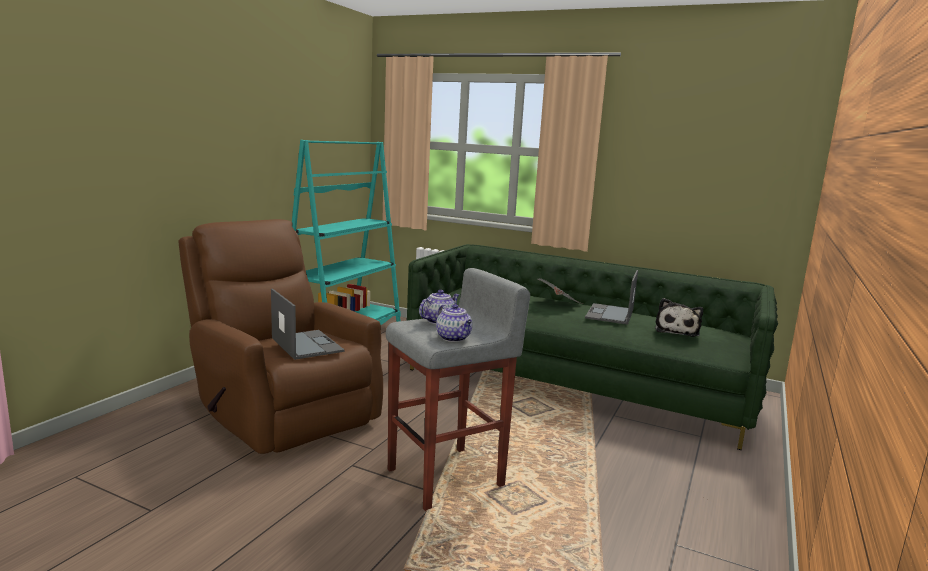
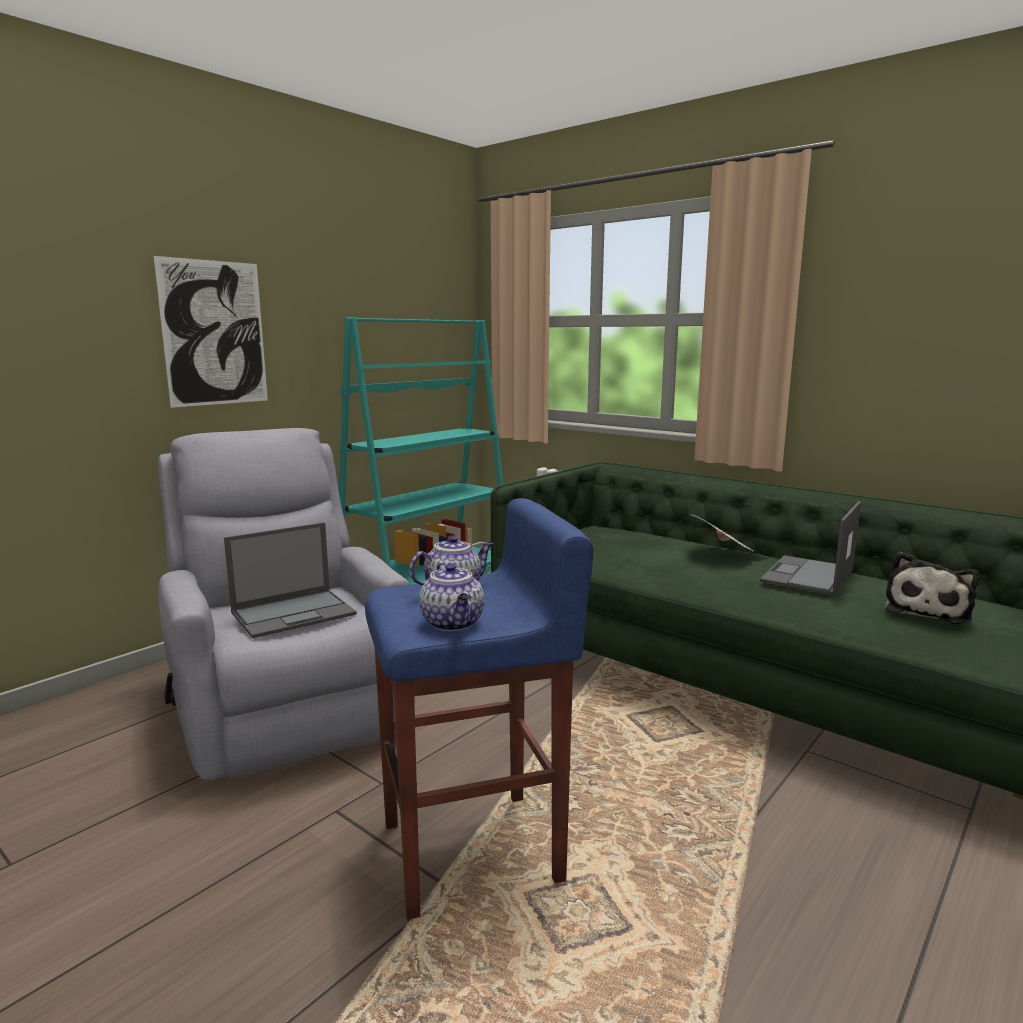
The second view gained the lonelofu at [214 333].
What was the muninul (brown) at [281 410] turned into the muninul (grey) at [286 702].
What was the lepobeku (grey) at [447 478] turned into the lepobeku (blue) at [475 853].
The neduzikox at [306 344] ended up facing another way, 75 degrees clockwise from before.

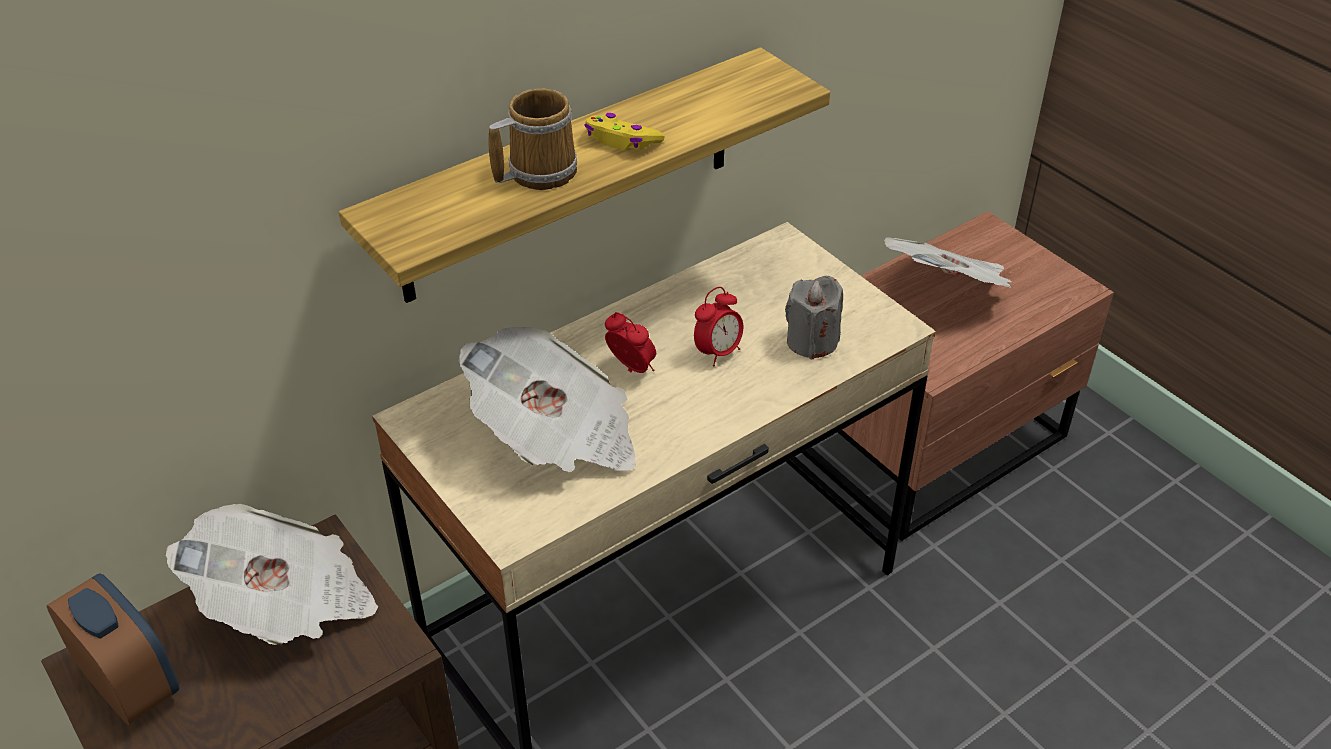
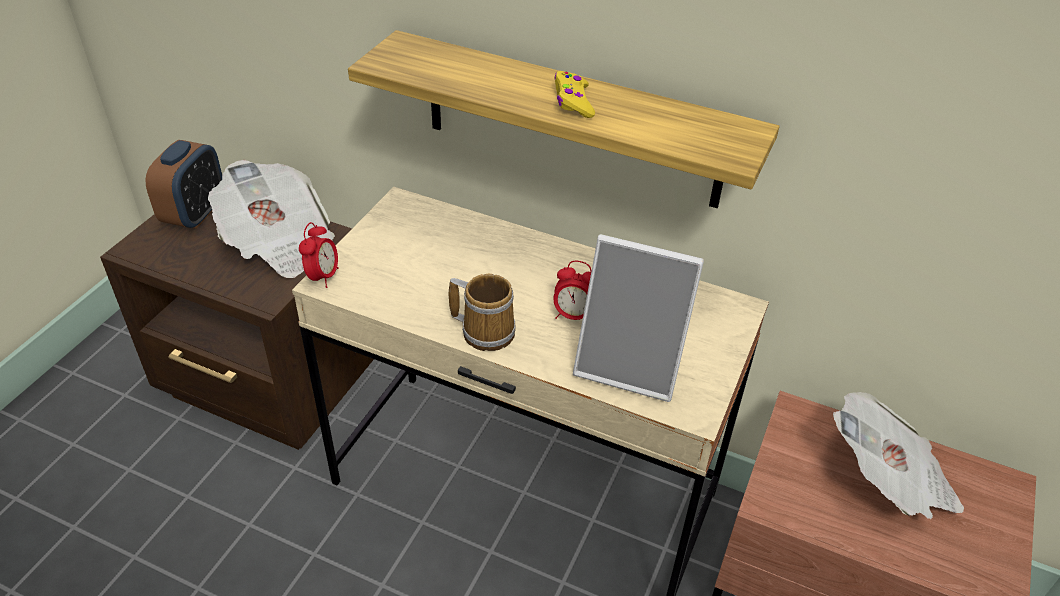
The second view lost the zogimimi at [556 437].
The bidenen ended up elsewhere, having gone from [537 171] to [486 330].
The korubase ended up elsewhere, having gone from [631 369] to [323 277].
Where the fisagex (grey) stood at [812 341], the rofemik came to stand at [631 364].

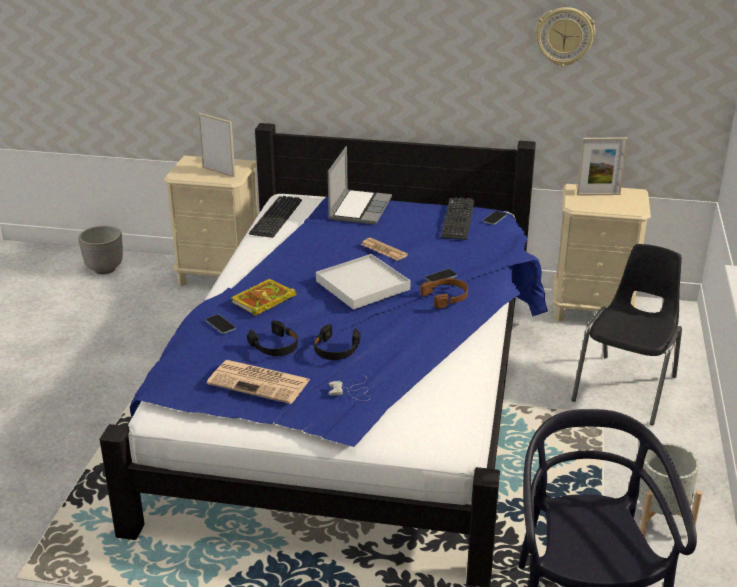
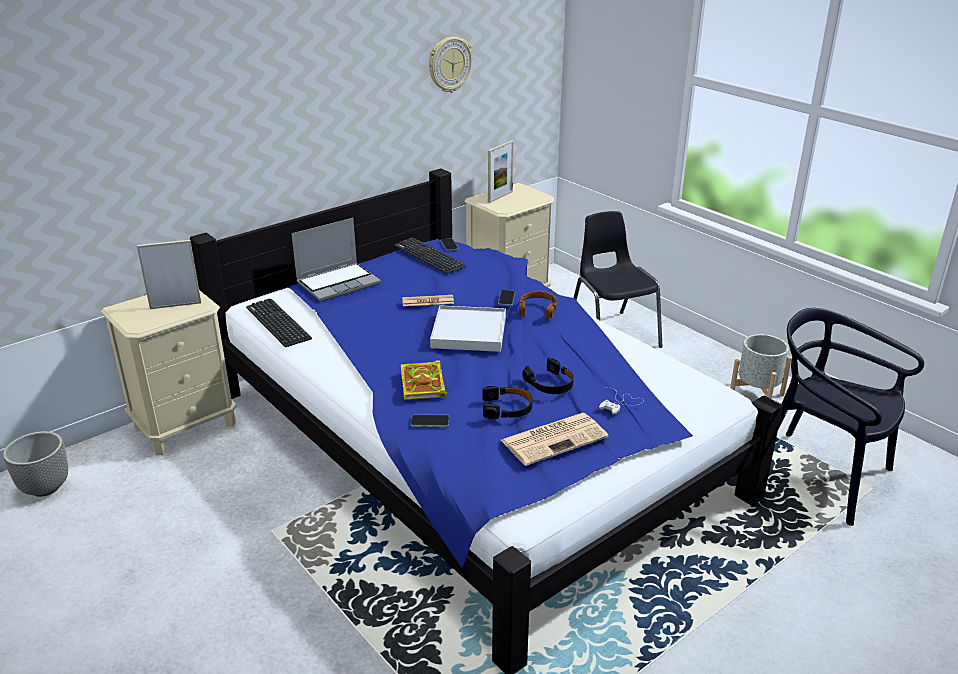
The neduzikox at [359 208] ended up facing another way, 90 degrees clockwise from before.

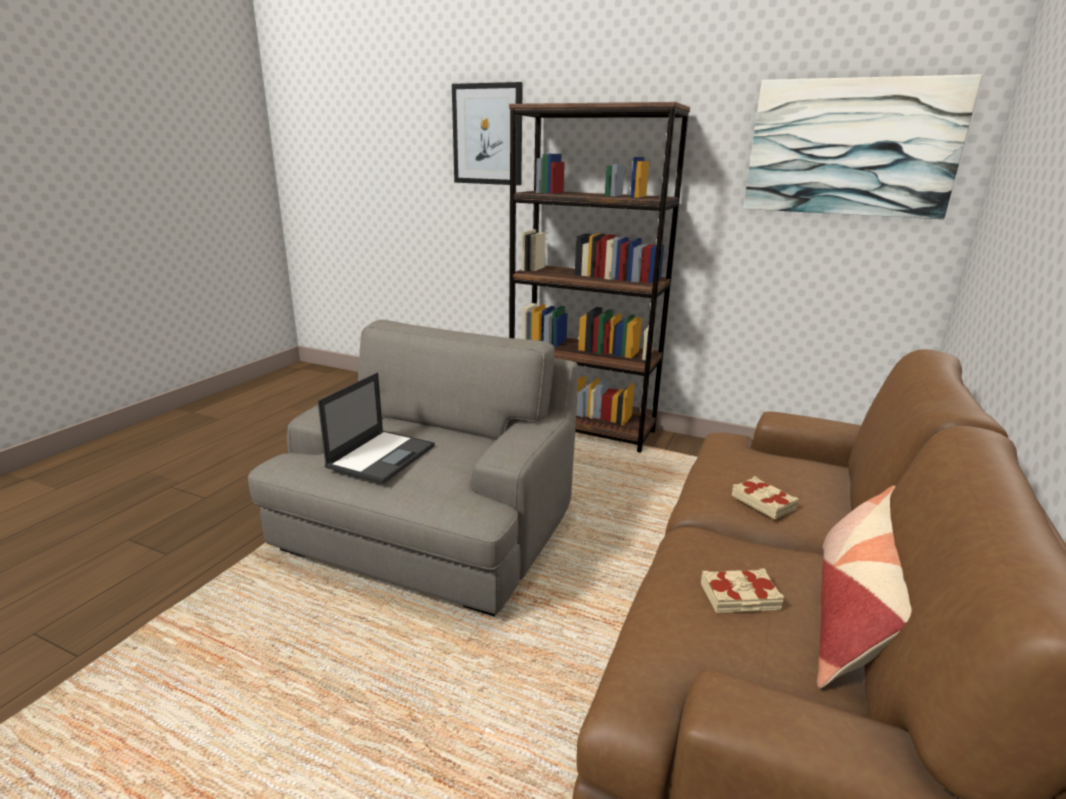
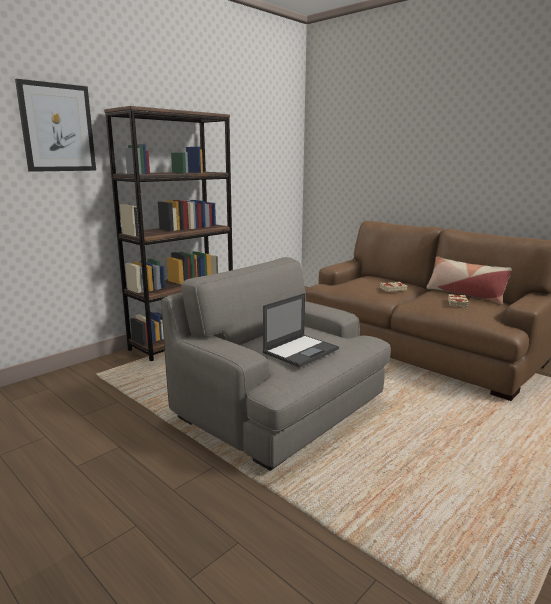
The second view lost the lonelofu at [850 148].
The neduzikox at [382 455] ended up facing another way, 90 degrees clockwise from before.

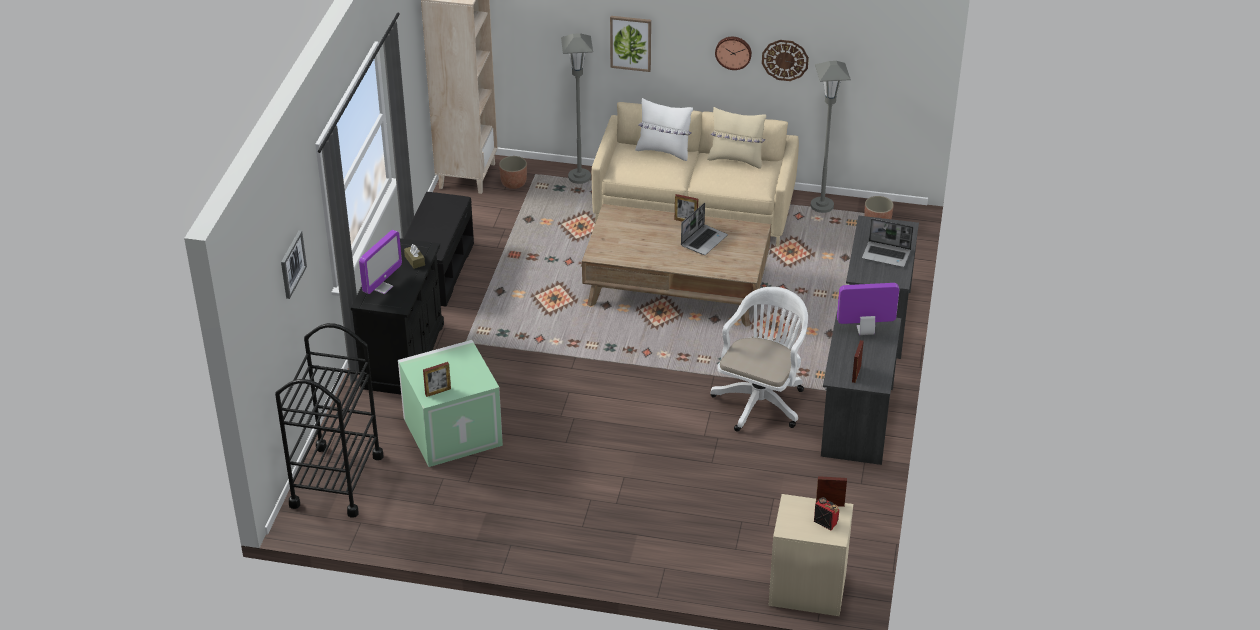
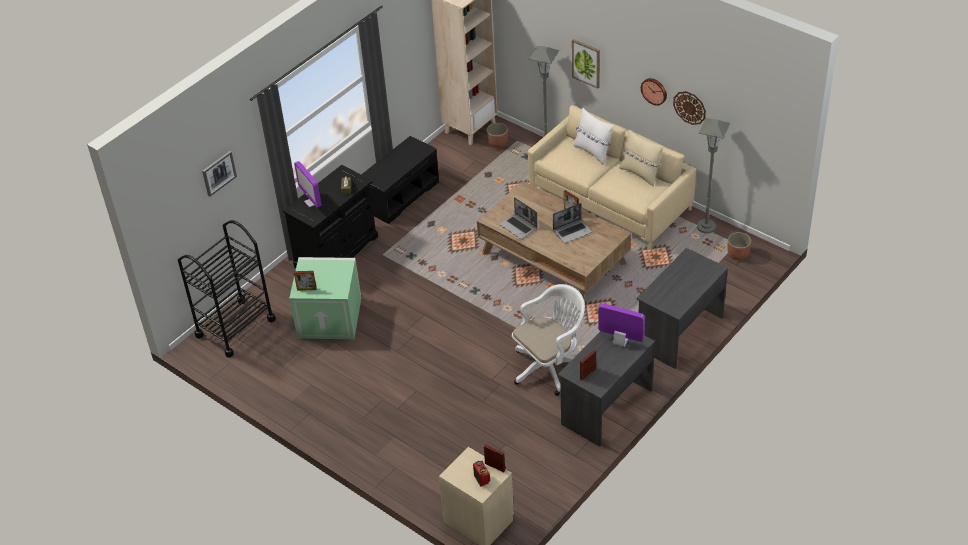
The neduzikox ended up elsewhere, having gone from [887 255] to [519 227].
The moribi at [382 287] ended up facing another way, 90 degrees clockwise from before.

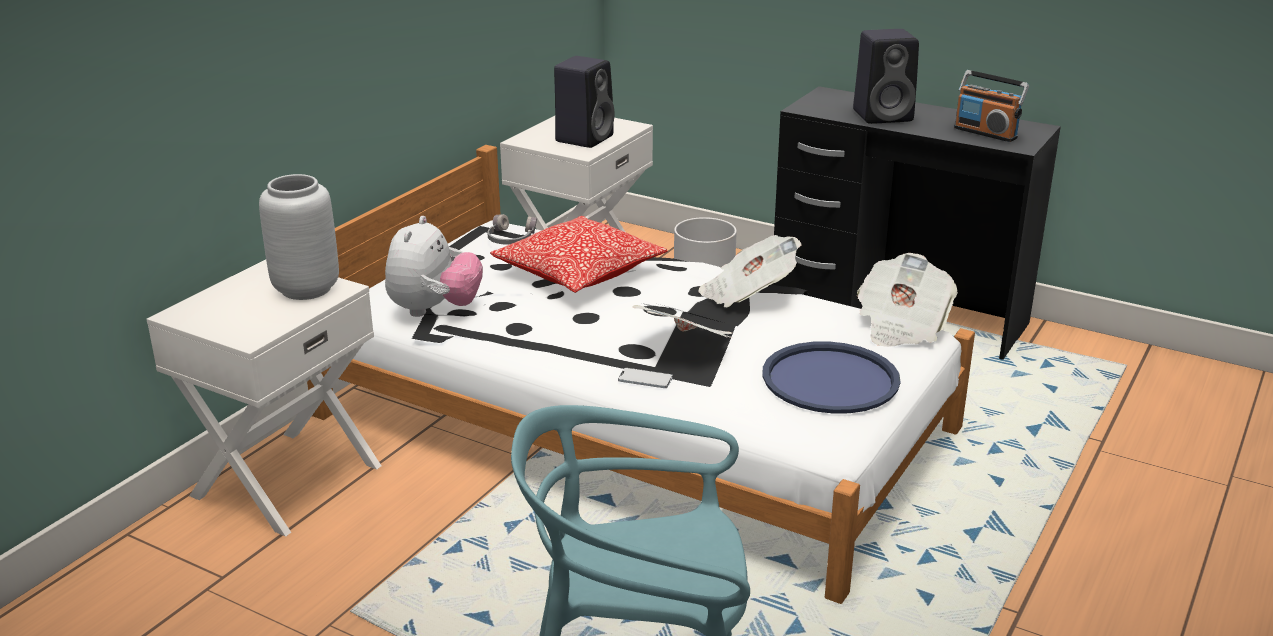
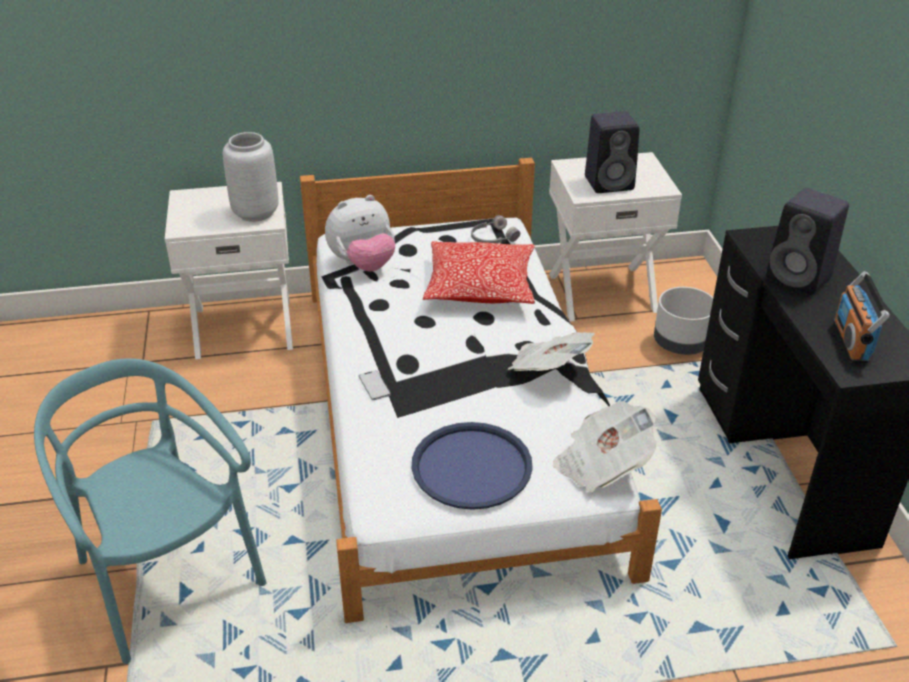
The second view lost the zogimimi at [687 346].

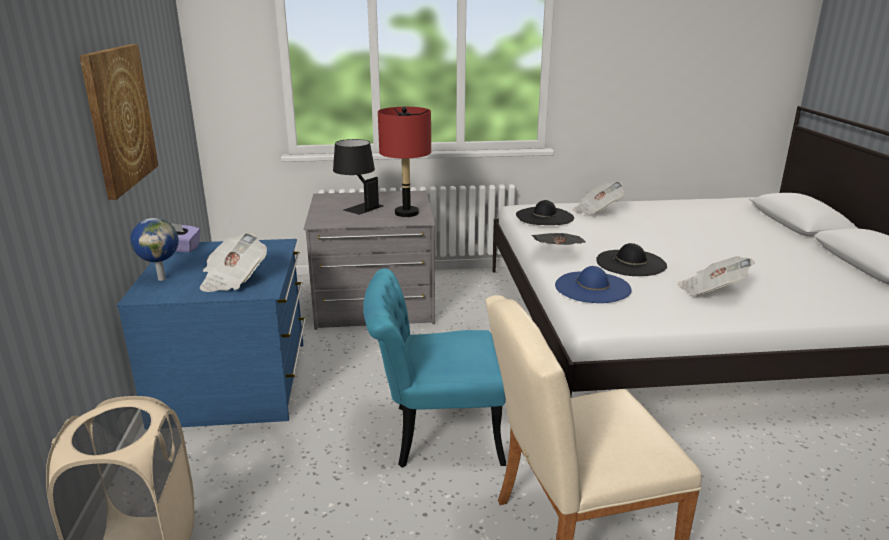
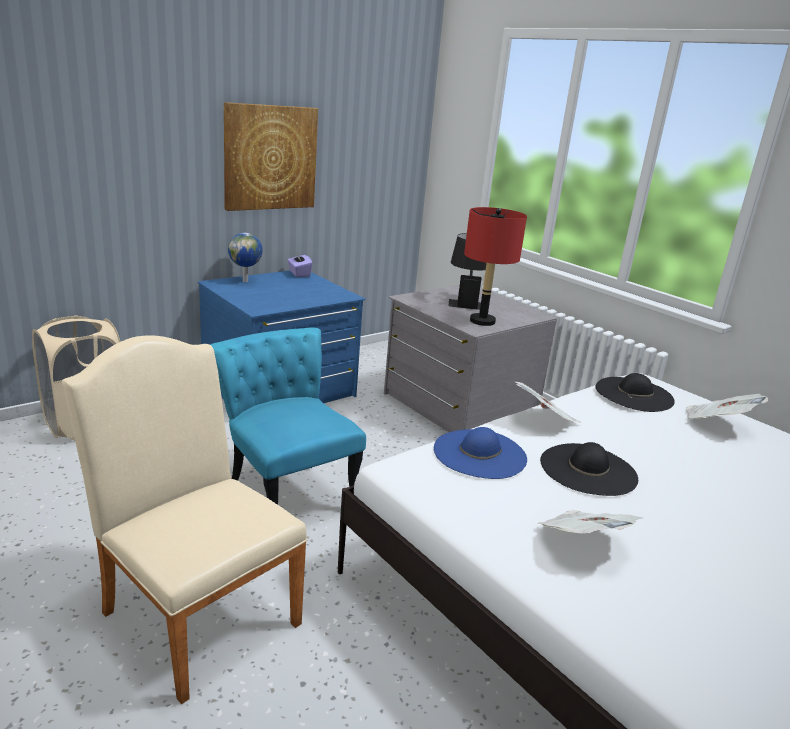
The second view lost the zogimimi at [233 280].

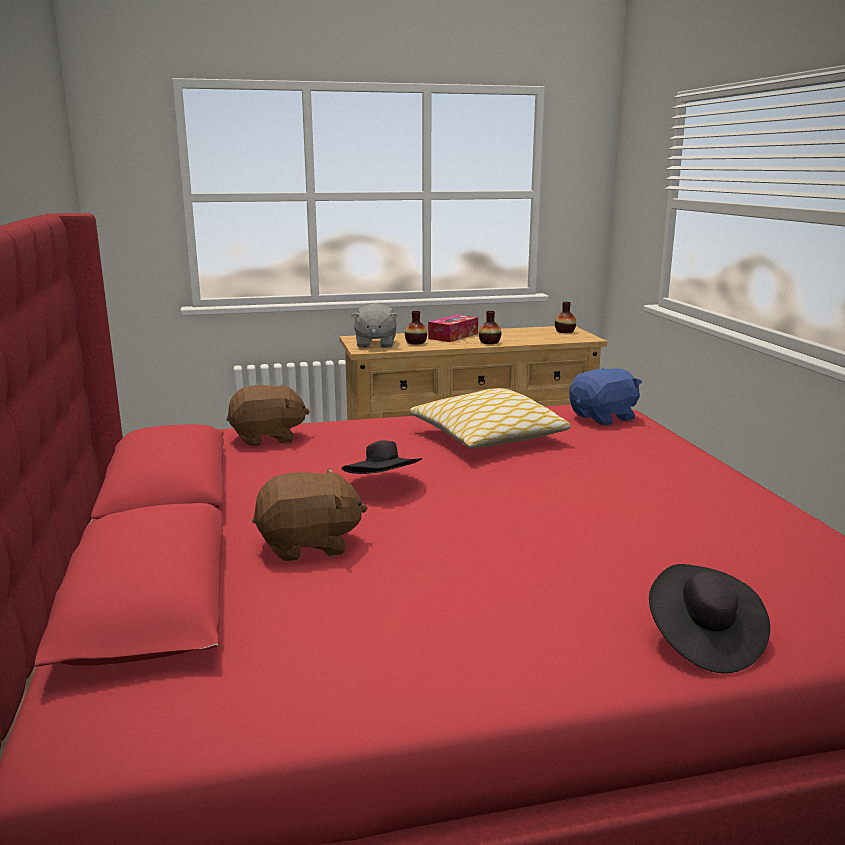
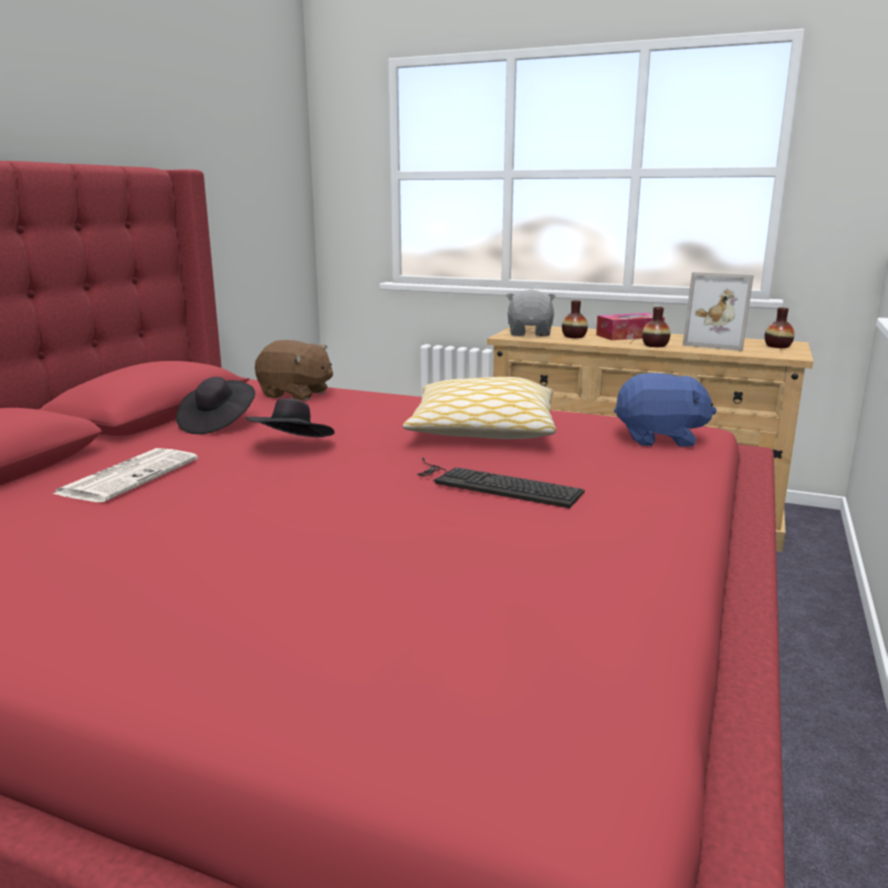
The second view gained the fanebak at [492 484].
The second view gained the rofemik at [717 343].
The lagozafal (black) ended up elsewhere, having gone from [703 640] to [217 424].
Where the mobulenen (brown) stood at [309 545], the zogimimi came to stand at [129 476].
The mobulenen (grey) at [375 344] ended up facing another way, 150 degrees clockwise from before.

